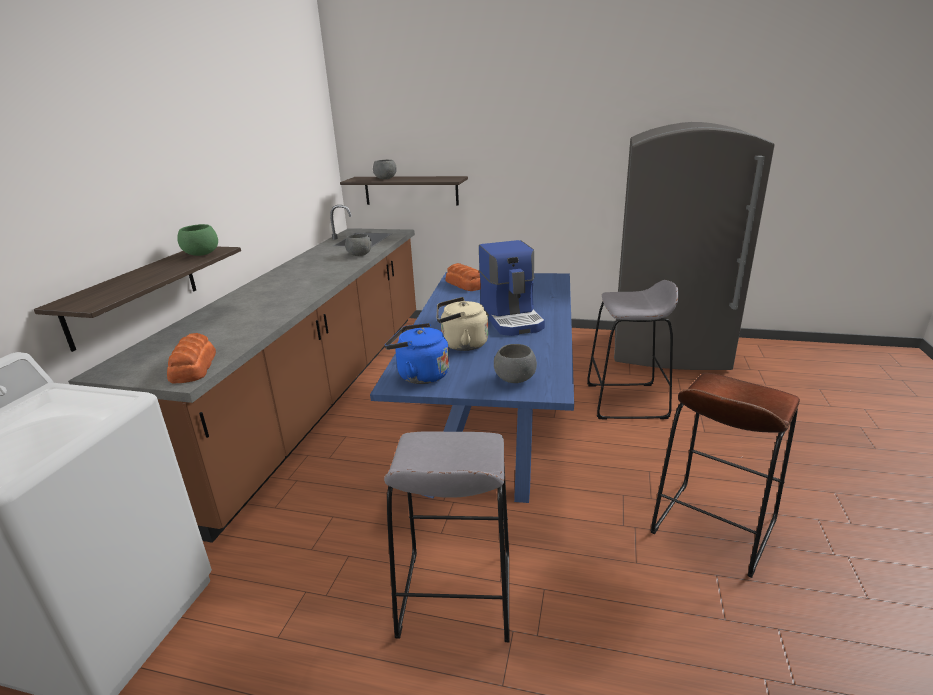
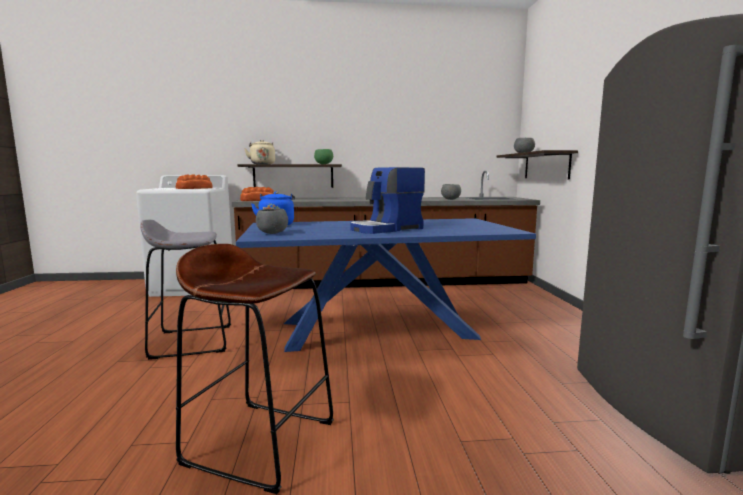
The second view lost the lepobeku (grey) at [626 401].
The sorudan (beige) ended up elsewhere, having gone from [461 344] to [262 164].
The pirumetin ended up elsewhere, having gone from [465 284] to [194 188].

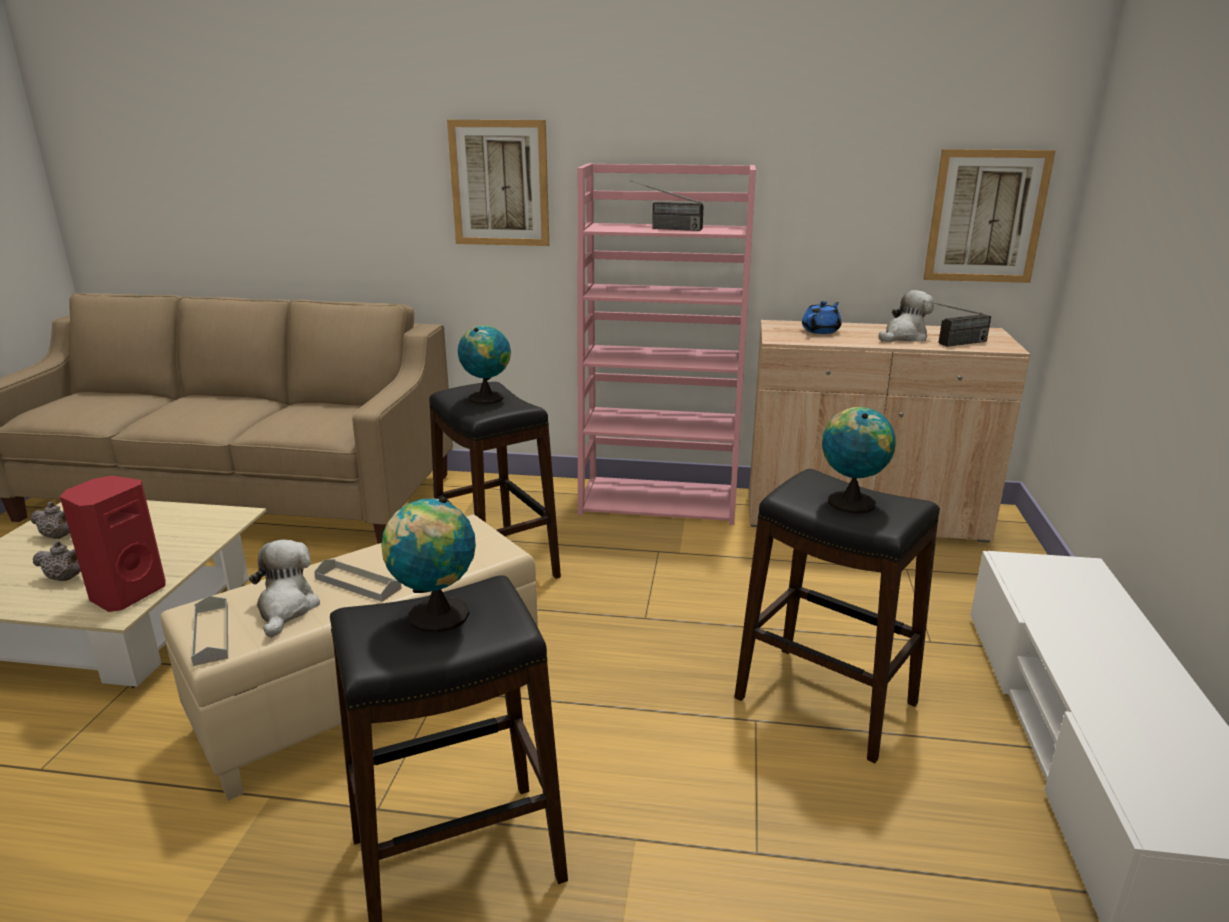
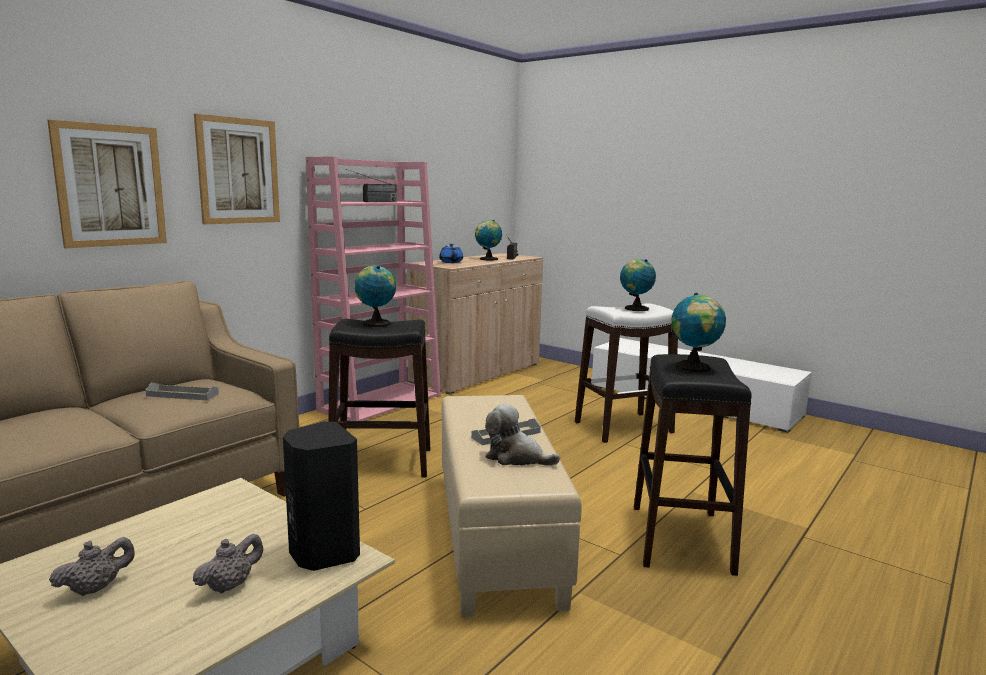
The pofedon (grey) ended up elsewhere, having gone from [211 634] to [182 395].
The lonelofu ended up elsewhere, having gone from [986 216] to [110 186].
Where the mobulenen stood at [904 337], the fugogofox came to stand at [487 259].
What was the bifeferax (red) at [126 594] turned into the bifeferax (black) at [322 553].
What was the lepobeku (black) at [824 701] turned into the lepobeku (white) at [623 427].

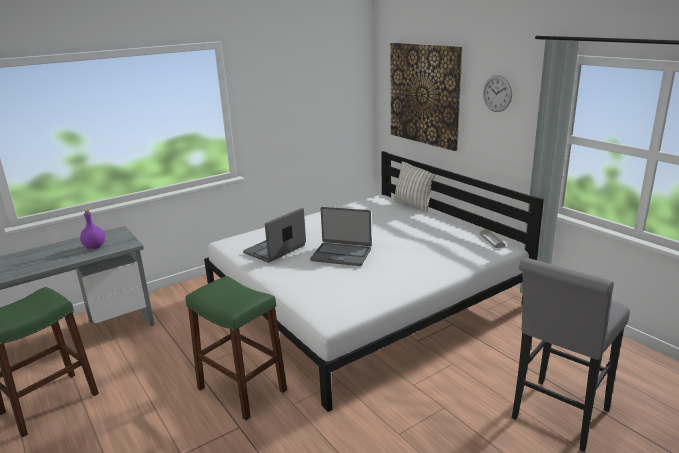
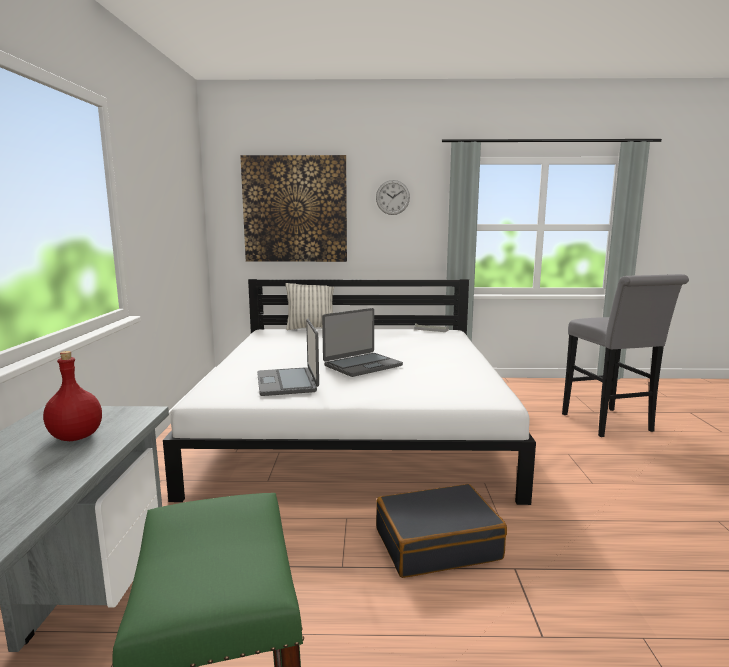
Where the lepobeku (green) stood at [242 389], the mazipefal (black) came to stand at [437 543].
What was the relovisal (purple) at [95 247] turned into the relovisal (red) at [77 437].

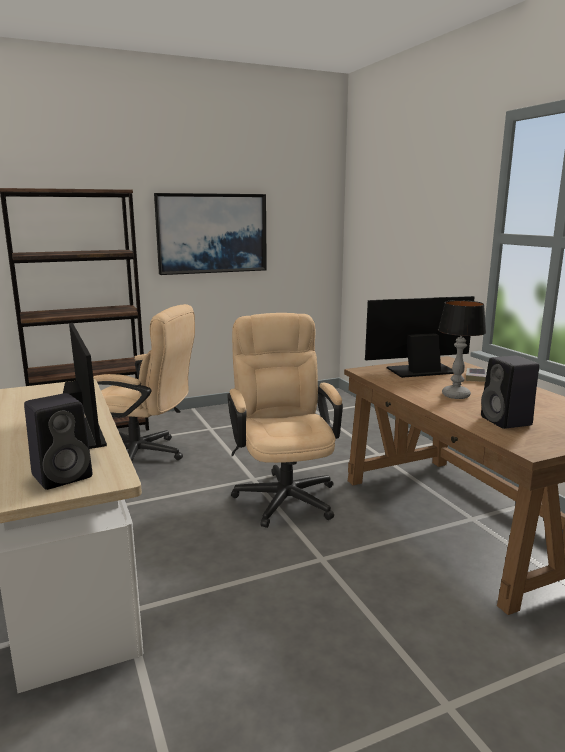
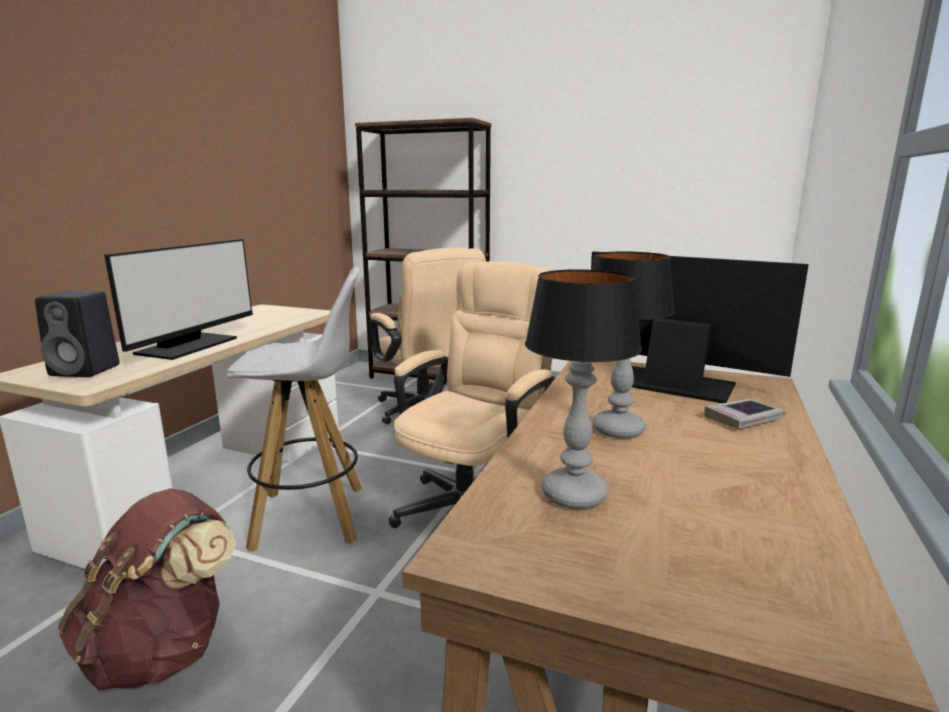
The second view lost the lonelofu at [212 233].
The second view gained the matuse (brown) at [163 650].
The second view gained the lepobeku (white) at [312 517].
Where the bifeferax (black) stood at [507 421], the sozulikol came to stand at [575 495].

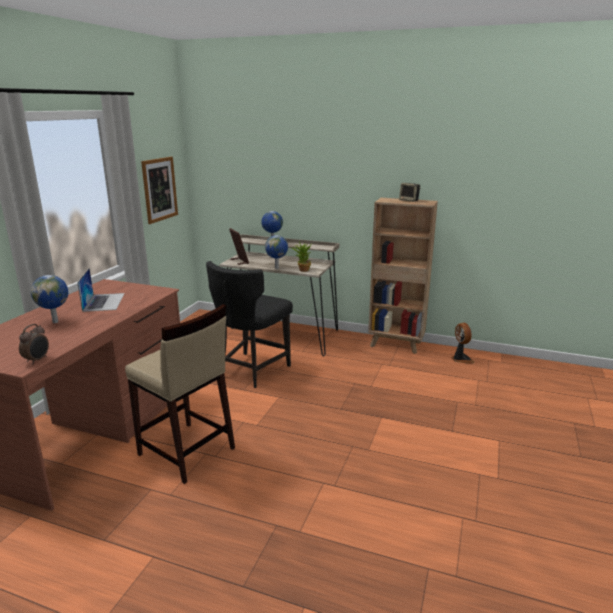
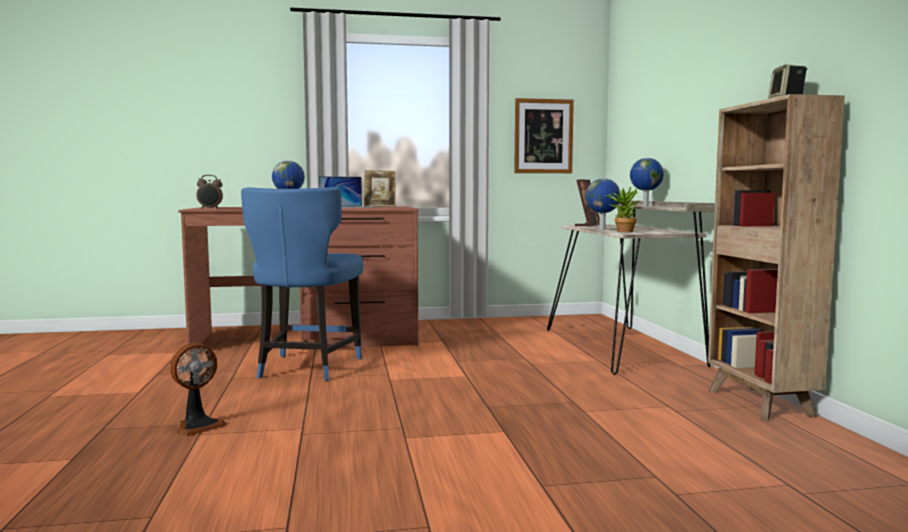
The second view lost the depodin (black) at [251 371].
The second view gained the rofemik at [380 206].
The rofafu ended up elsewhere, having gone from [461 359] to [197 426].
Where the lepobeku (beige) stood at [186 452], the depodin (blue) came to stand at [306 368].

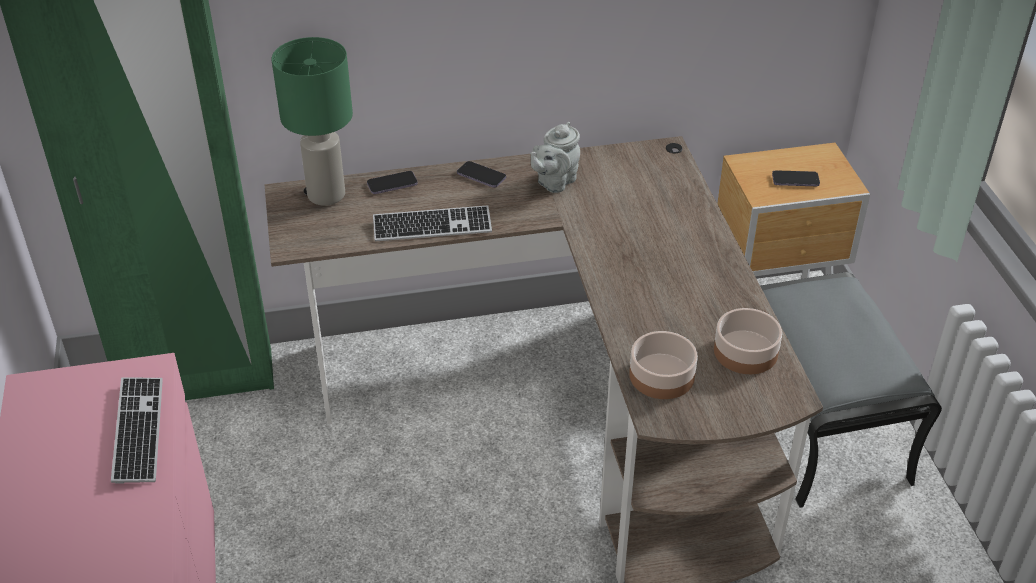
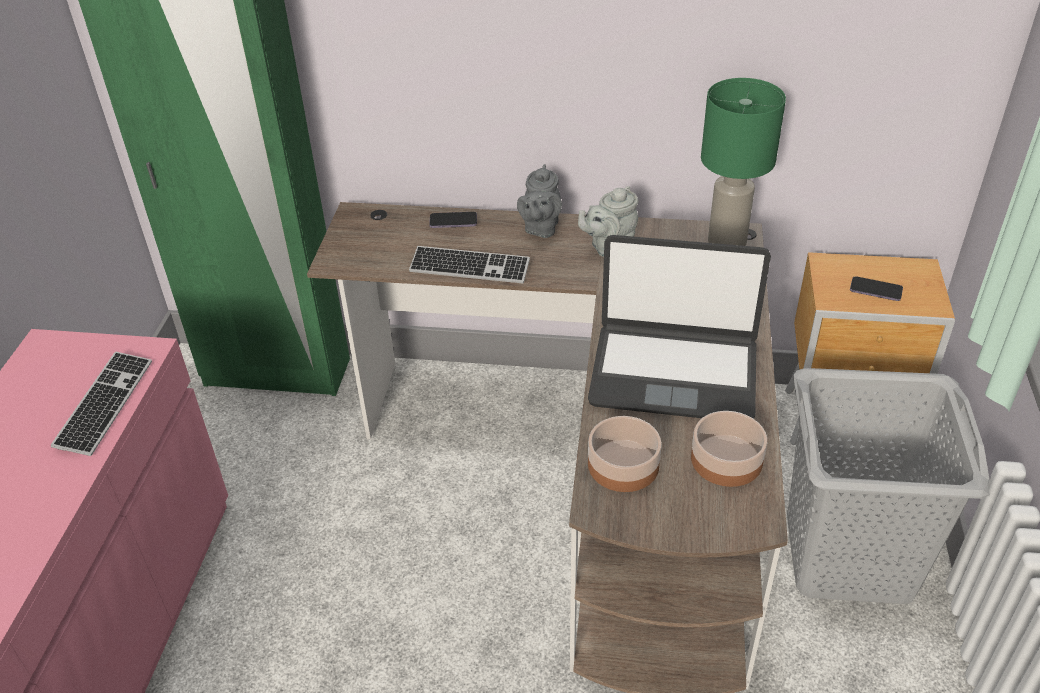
The second view gained the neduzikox at [674 372].
The sozulikol (green) ended up elsewhere, having gone from [325 195] to [726 242].
Where the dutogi stood at [481 176], the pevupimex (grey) came to stand at [540 228].
Where the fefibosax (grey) stood at [820 427], the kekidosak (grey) came to stand at [849 557].

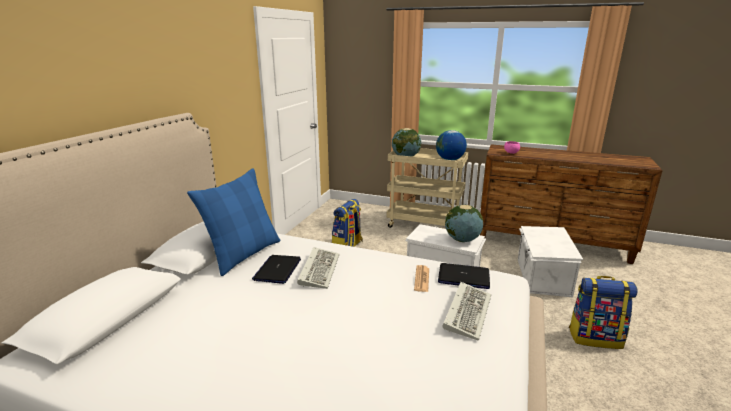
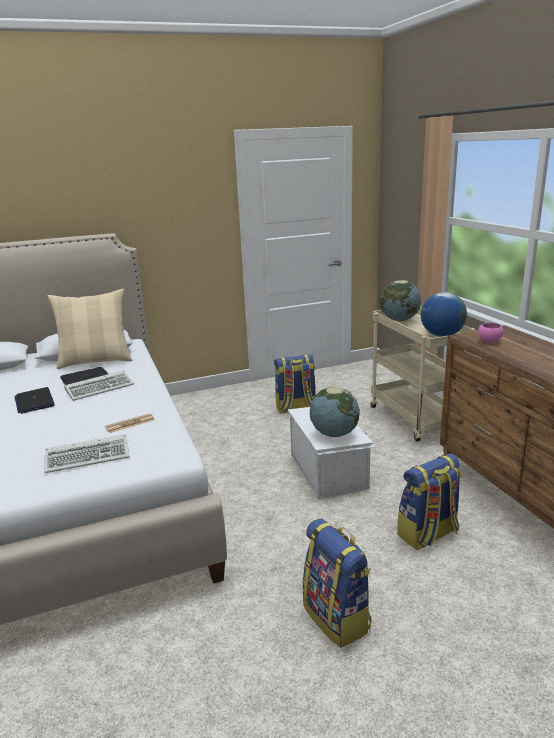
The neduzikox ended up elsewhere, having gone from [463 277] to [34 401].
Where the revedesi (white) stood at [542 277], the matuse came to stand at [428 534].
What was the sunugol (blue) at [243 254] turned into the sunugol (beige) at [96 361].

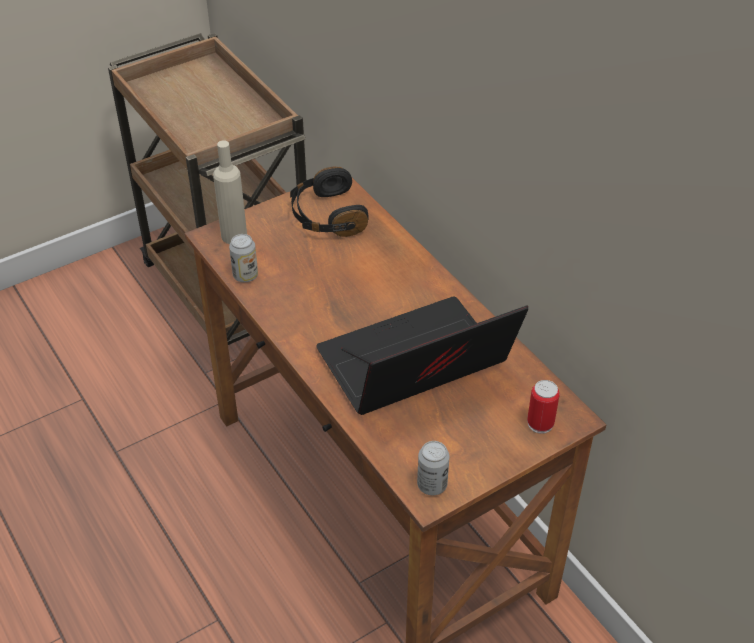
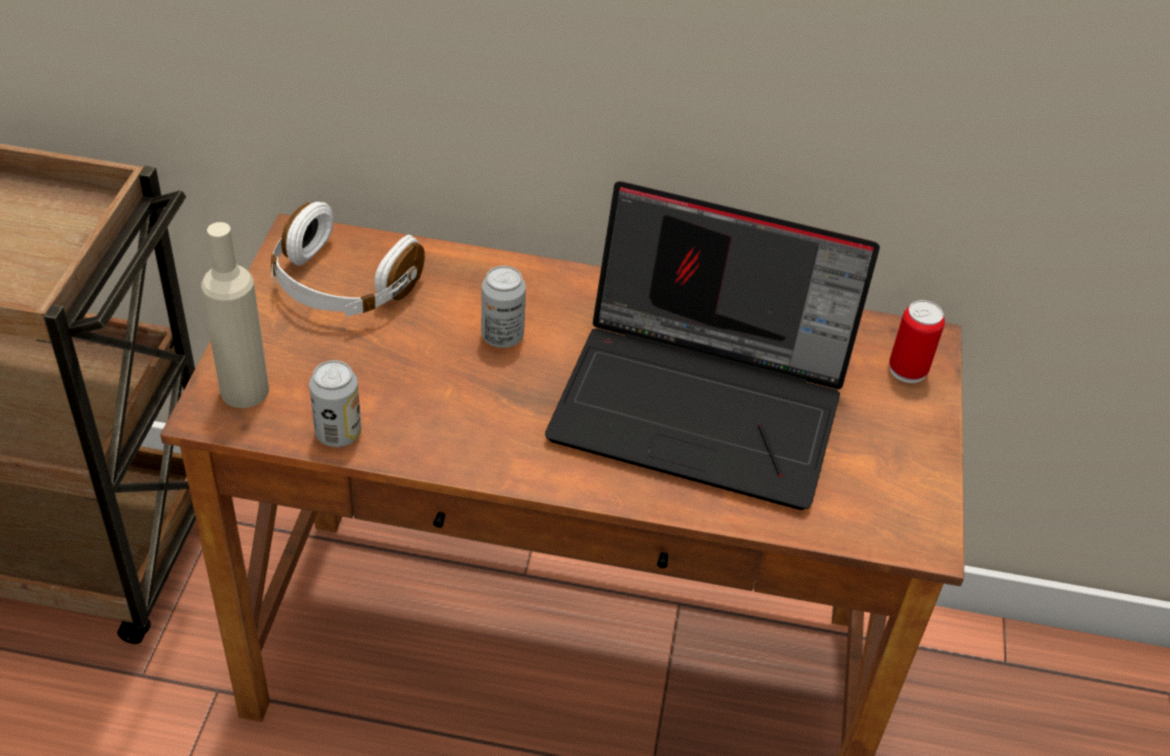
The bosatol ended up elsewhere, having gone from [432 485] to [502 336].
What was the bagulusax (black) at [327 216] turned into the bagulusax (white) at [341 286].
The neduzikox at [414 368] ended up facing another way, 90 degrees counterclockwise from before.

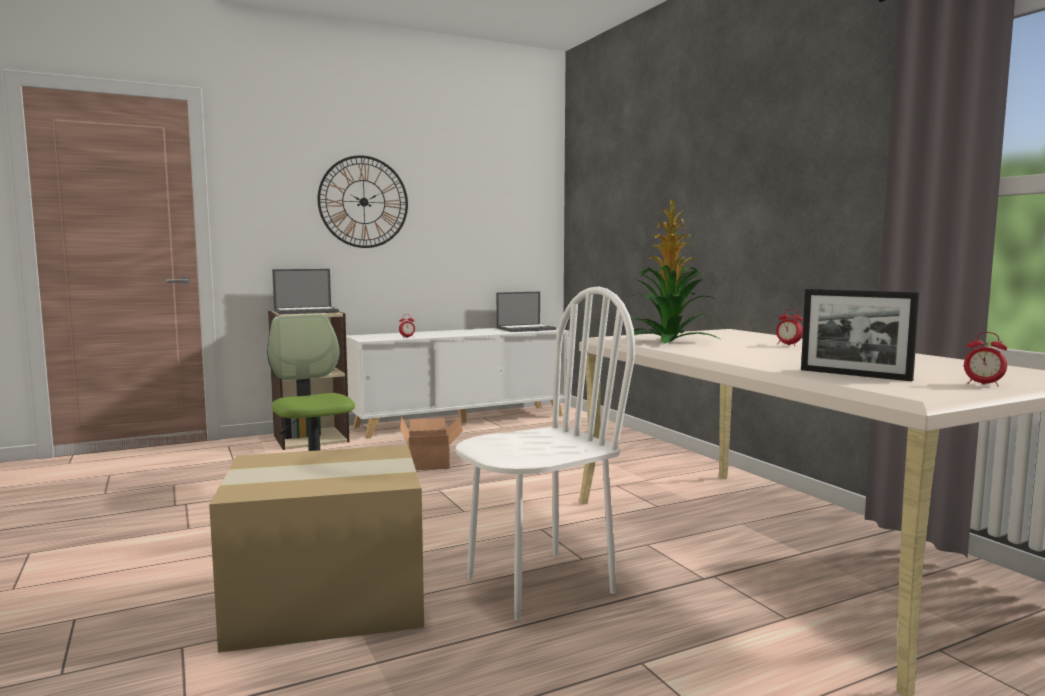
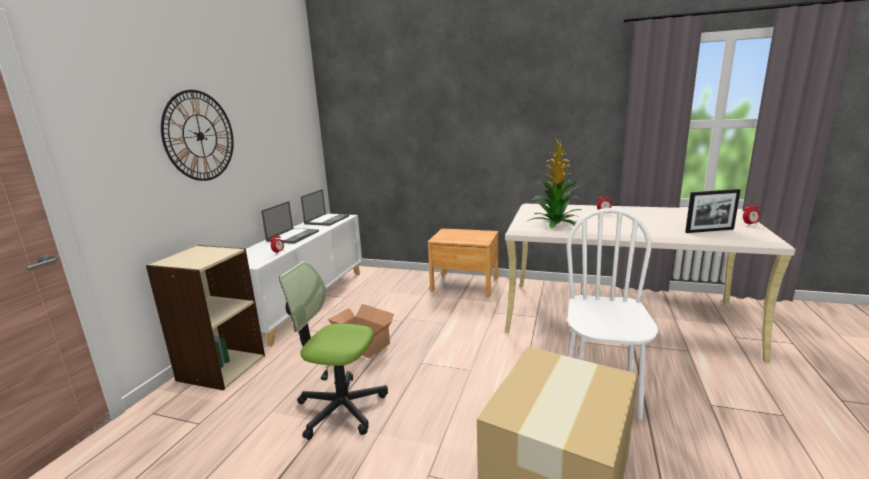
The second view gained the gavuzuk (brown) at [465 284].
The neduzikox ended up elsewhere, having gone from [307 311] to [293 236].

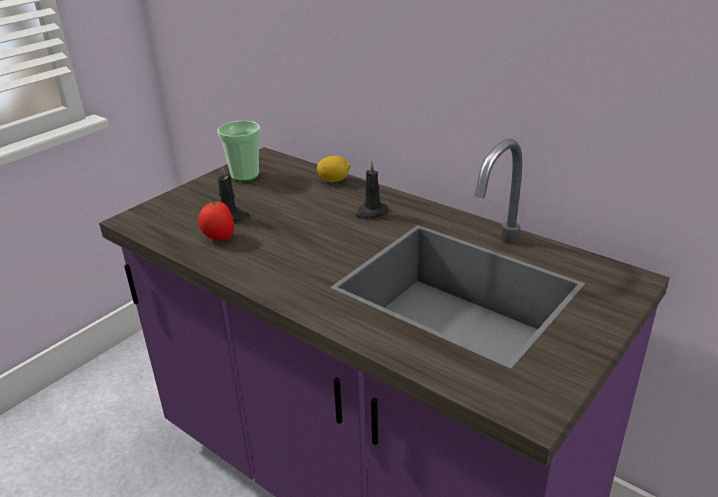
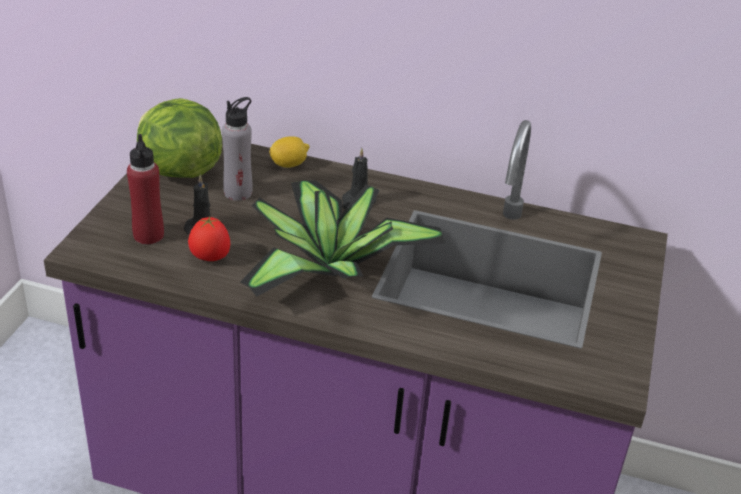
The second view gained the relovisal (red) at [148 235].
The second view gained the relovisal (grey) at [238 192].
The second view gained the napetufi at [329 267].
Where the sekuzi stood at [245 175], the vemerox came to stand at [178 170].

